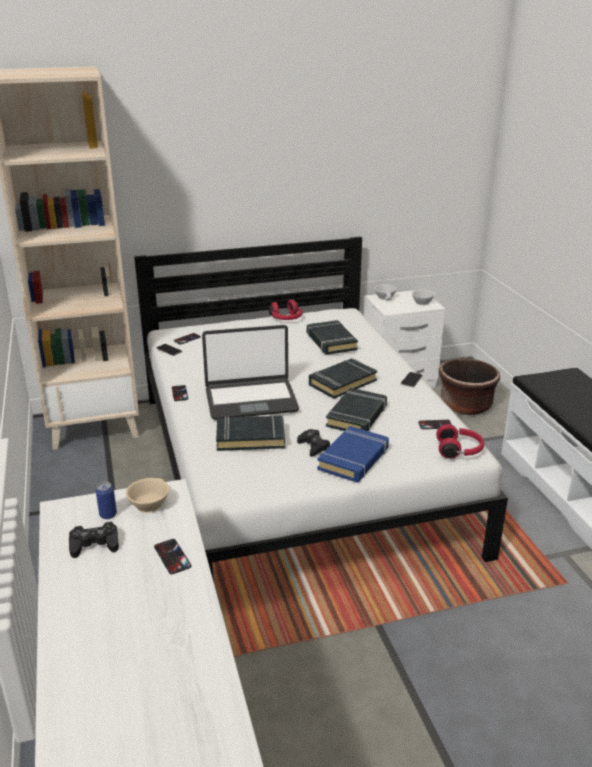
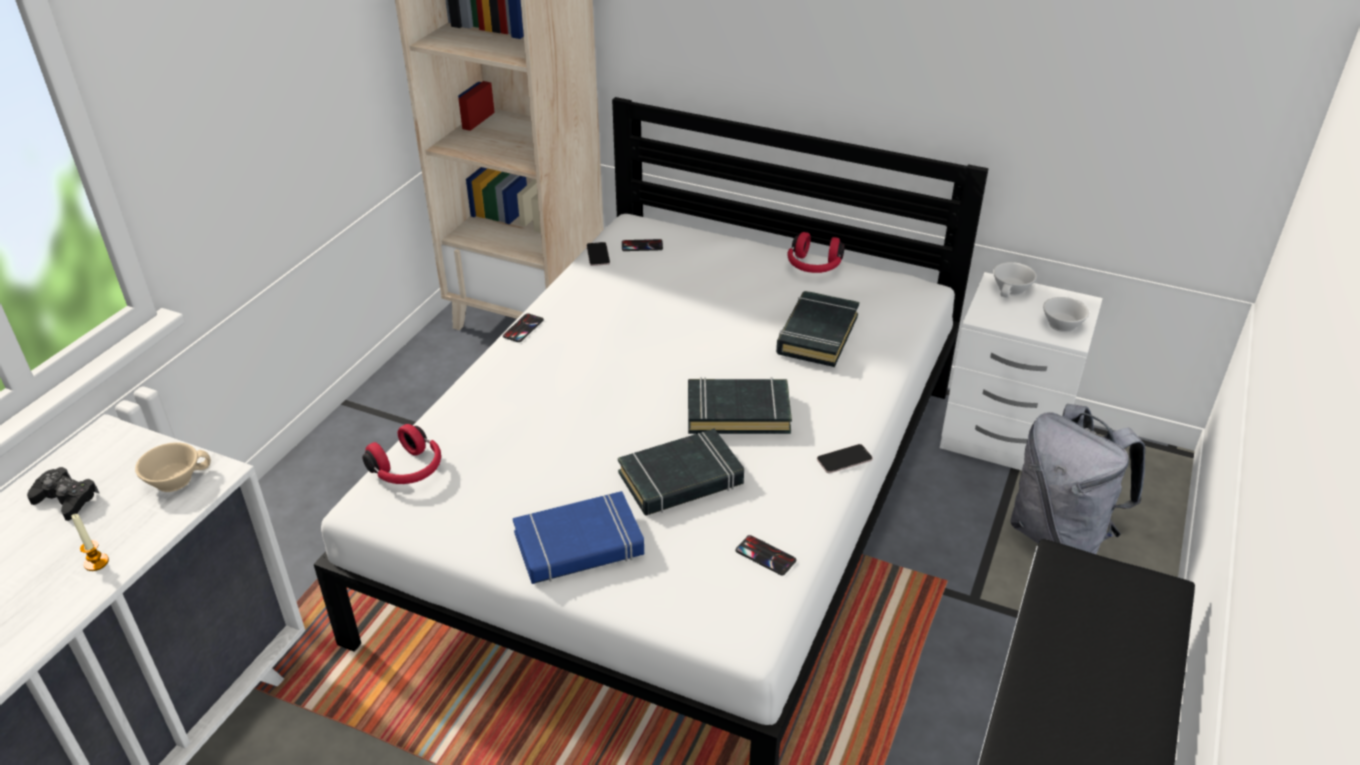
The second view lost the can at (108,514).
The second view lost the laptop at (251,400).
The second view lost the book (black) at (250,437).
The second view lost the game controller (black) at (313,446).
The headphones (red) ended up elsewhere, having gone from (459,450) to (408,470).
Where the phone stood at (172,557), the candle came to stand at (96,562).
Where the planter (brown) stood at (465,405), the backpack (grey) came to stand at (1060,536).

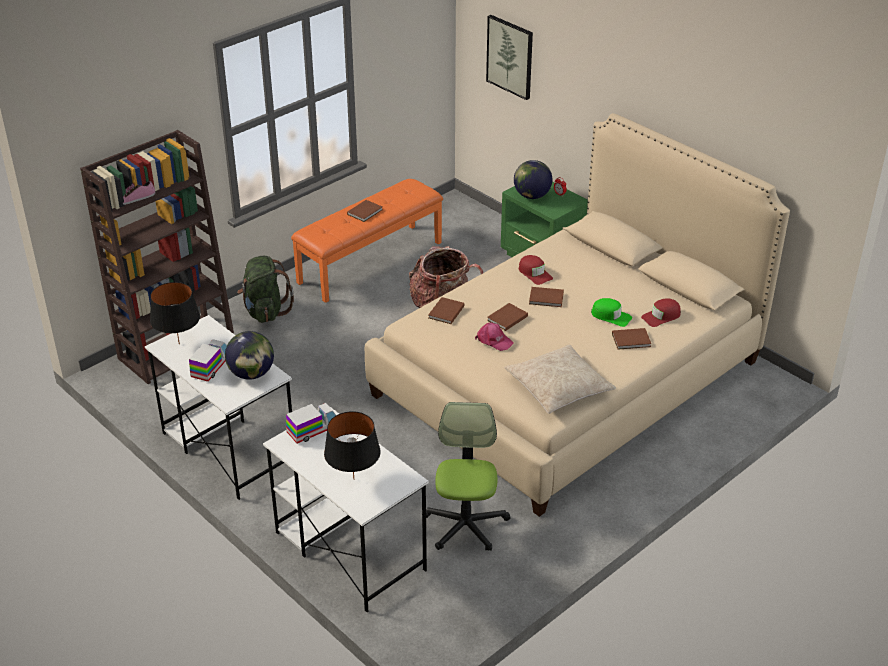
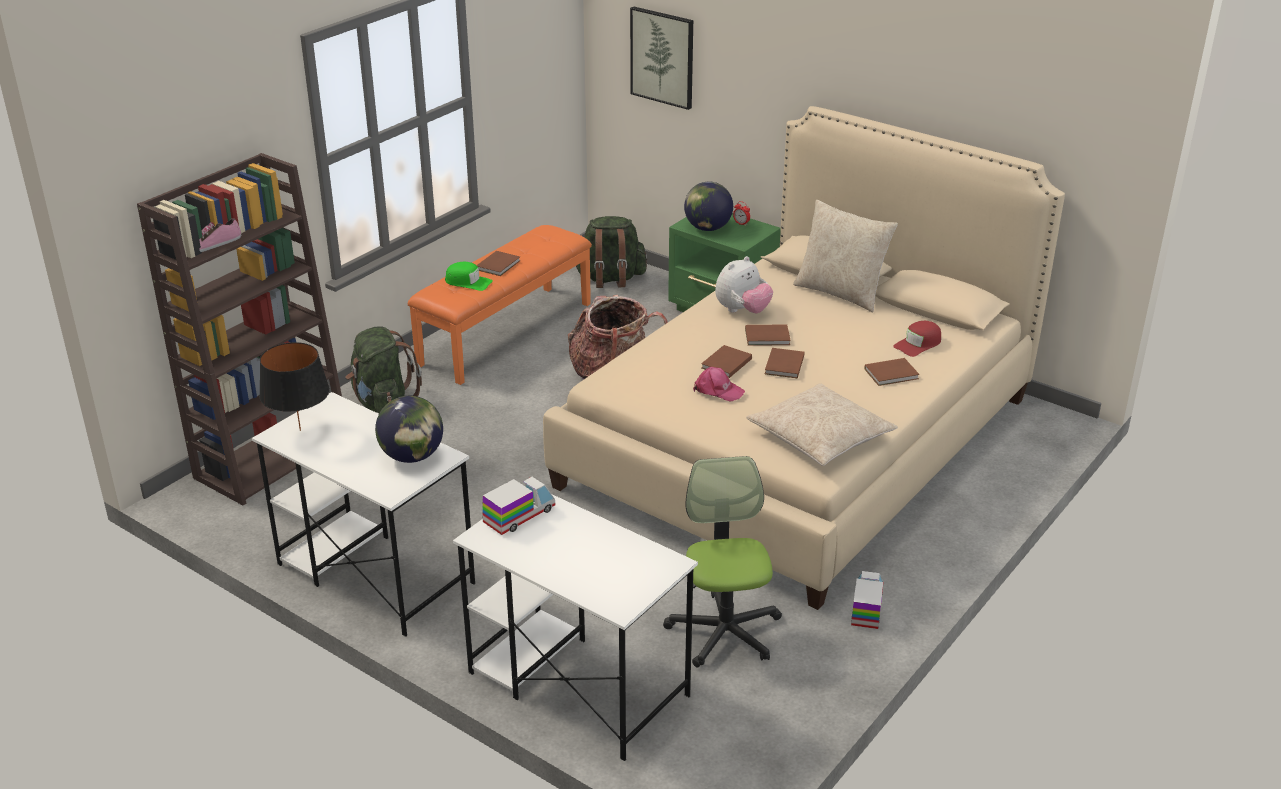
The second view lost the table lamp (black) at (354,479).
The second view gained the backpack (green) at (611,279).
The second view gained the pillow (beige) at (840,293).
The toy truck ended up elsewhere, having gone from (211,367) to (866,608).
The book (brown) ended up elsewhere, having gone from (445,312) to (783,365).
The cap (green) ended up elsewhere, having gone from (611,316) to (468,282).
Where the cap (red) stood at (534,273), the plush toy came to stand at (742,311).

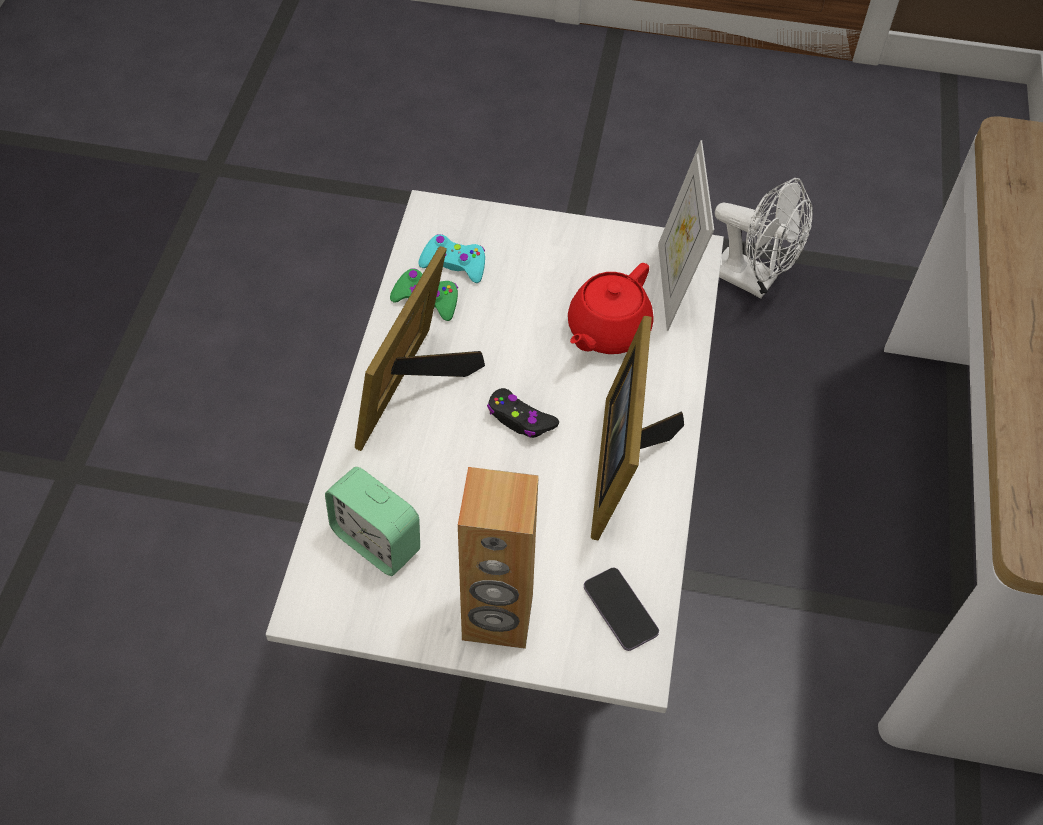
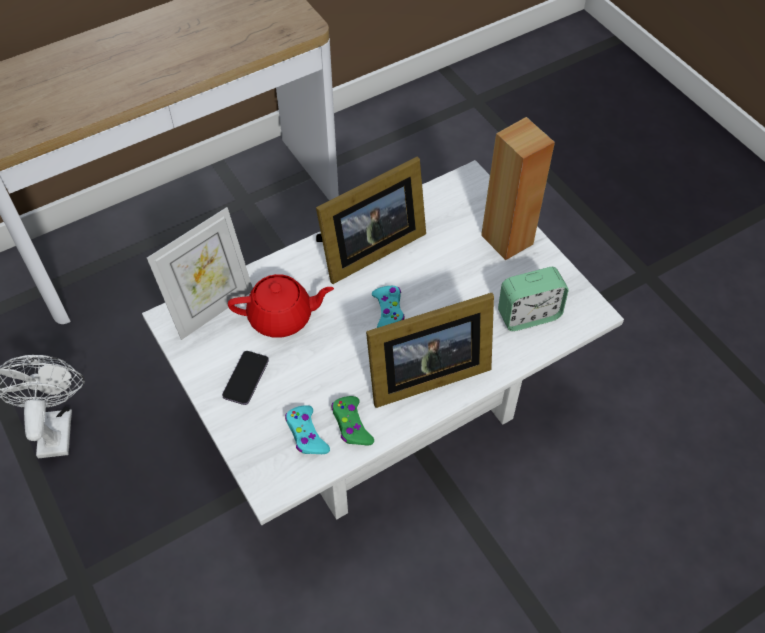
The phone ended up elsewhere, having gone from (620,610) to (246,378).
What was the game controller (black) at (520,419) turned into the game controller (turquoise) at (388,312).
The alarm clock at (376,541) ended up facing another way, 75 degrees clockwise from before.

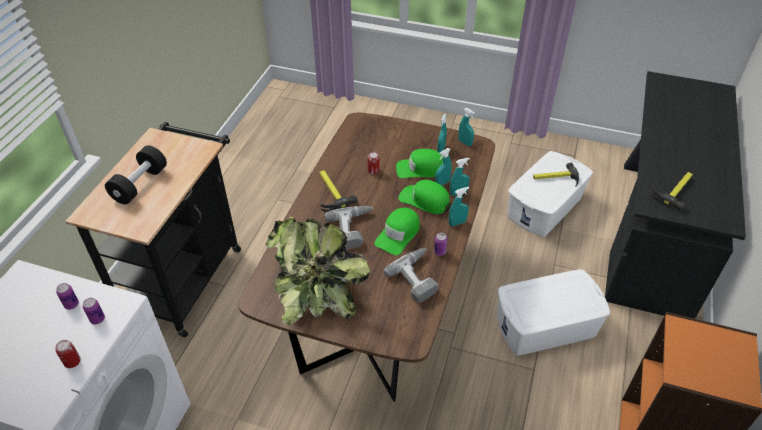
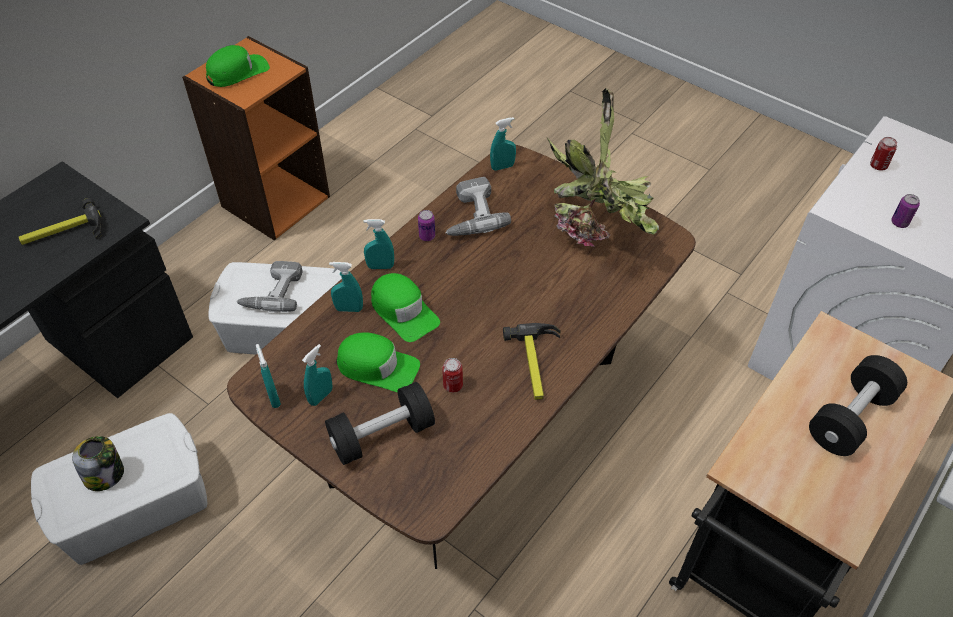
The second view lost the can at (97,319).
The second view gained the dumbbell (black) at (382,435).
The power drill ended up elsewhere, having gone from (353,230) to (272,292).
The cap (green) ended up elsewhere, having gone from (398,234) to (237,72).
The spray bottle (turquoise) ended up elsewhere, having gone from (442,183) to (502,167).
Where the hammer stood at (555,178), the jar came to stand at (105,474).

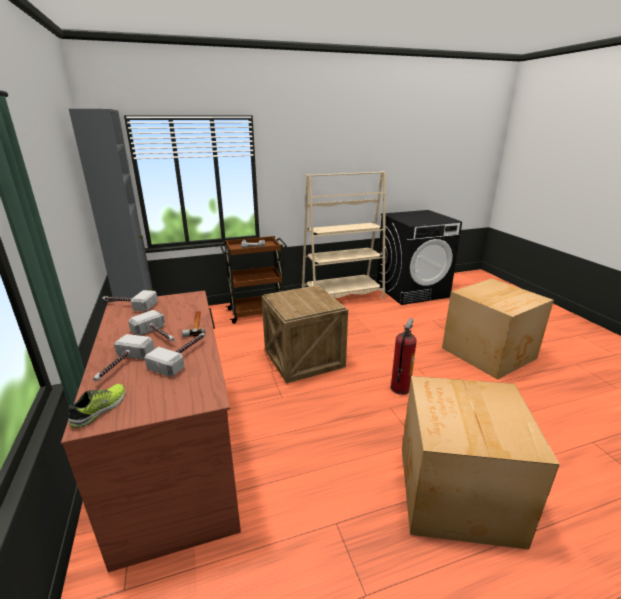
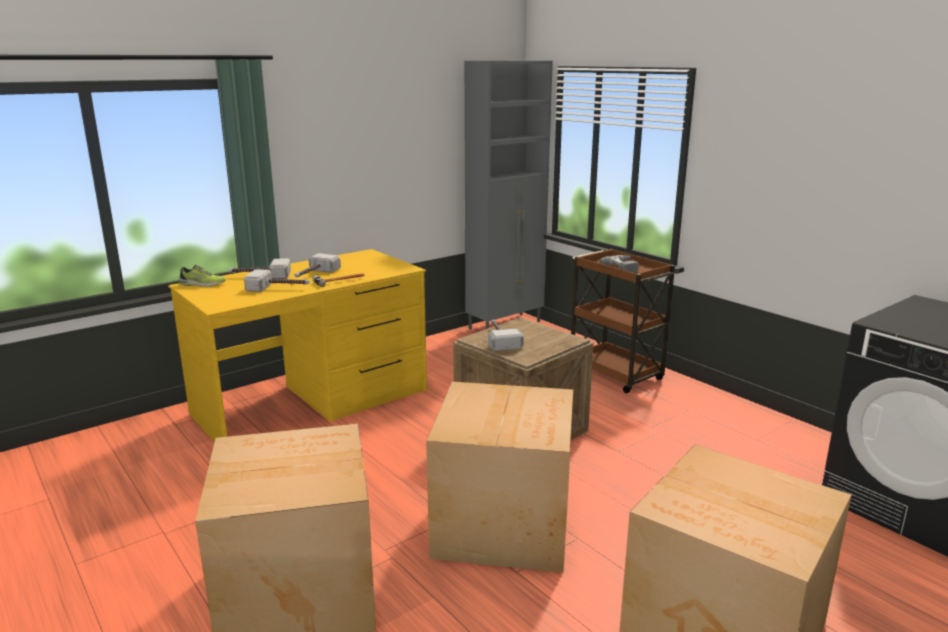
The second view lost the bookcase (beige) at (342,296).
The hammer ended up elsewhere, having gone from (129,305) to (500,339).
Where the fire extinguisher stood at (400,388), the cardboard box came to stand at (505,523).
What was the desk (brown) at (176,453) turned into the desk (yellow) at (313,402).

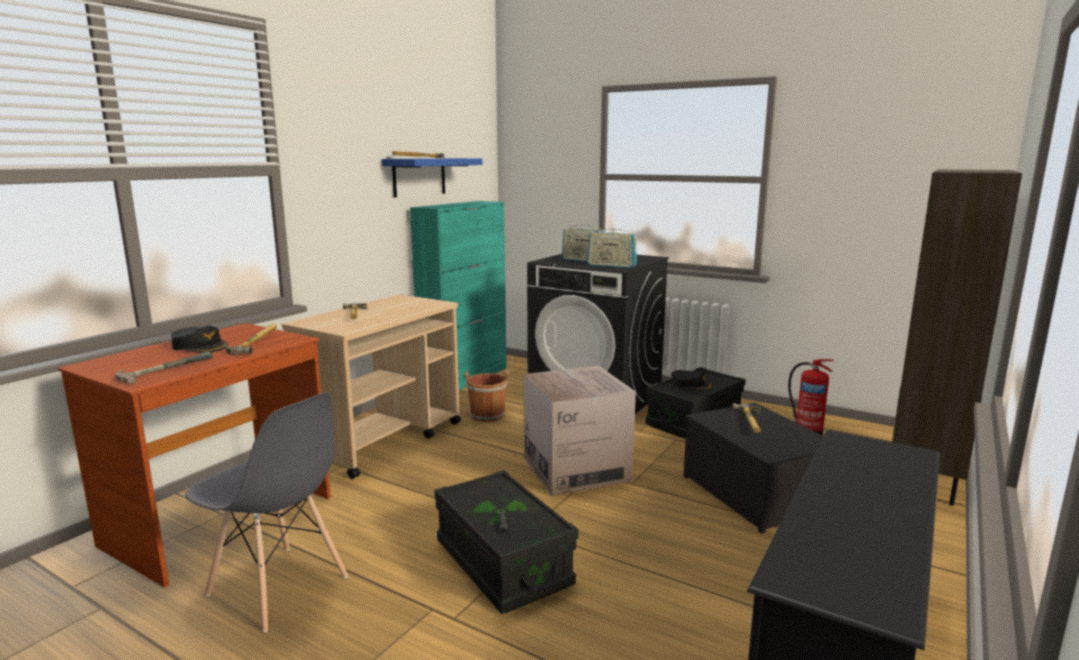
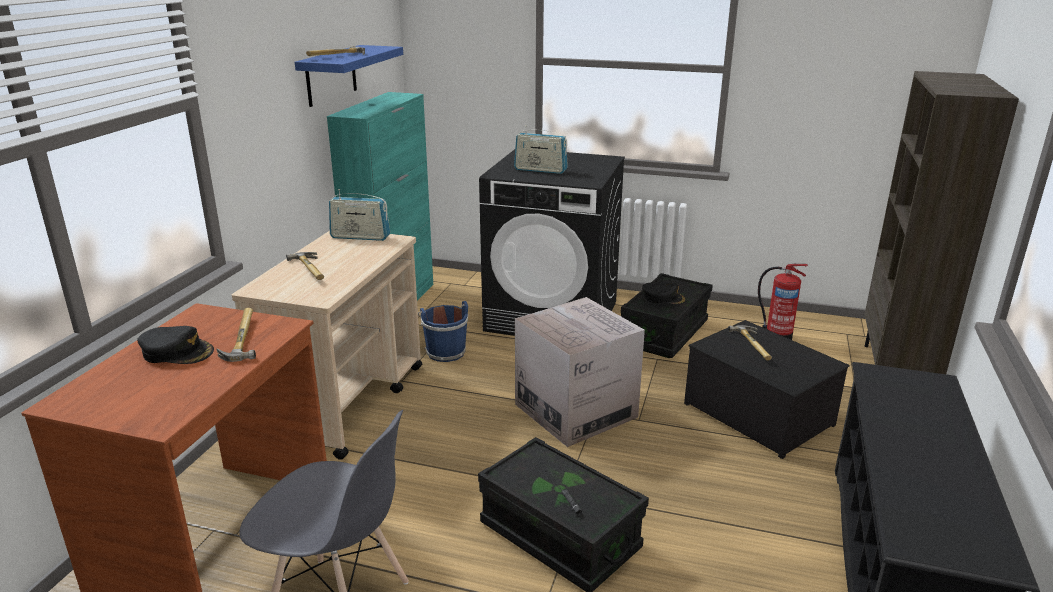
The second view lost the hammer at (164,369).
The radio ended up elsewhere, having gone from (611,266) to (360,237).
What was the bucket (brown) at (487,414) turned into the bucket (blue) at (445,352).

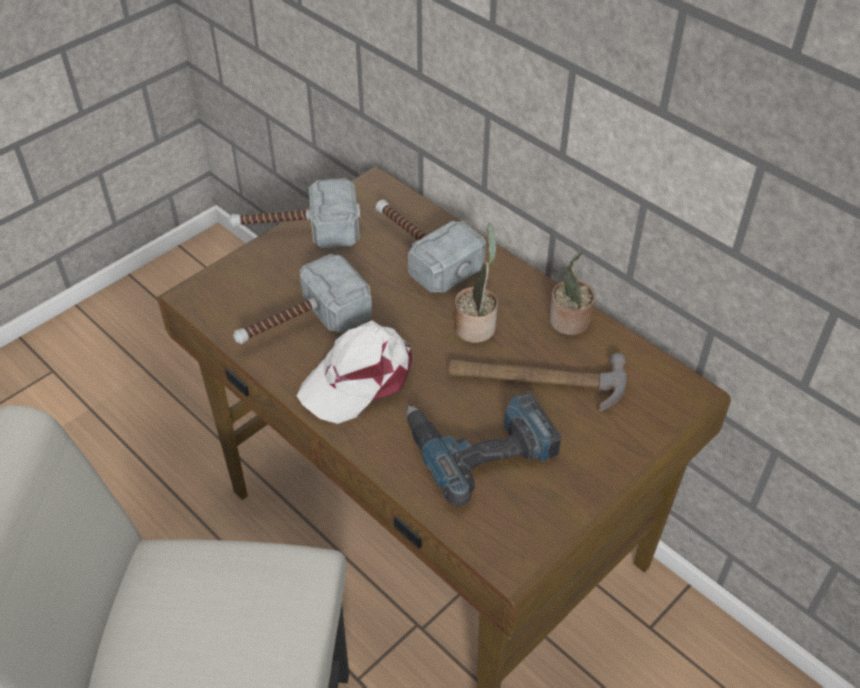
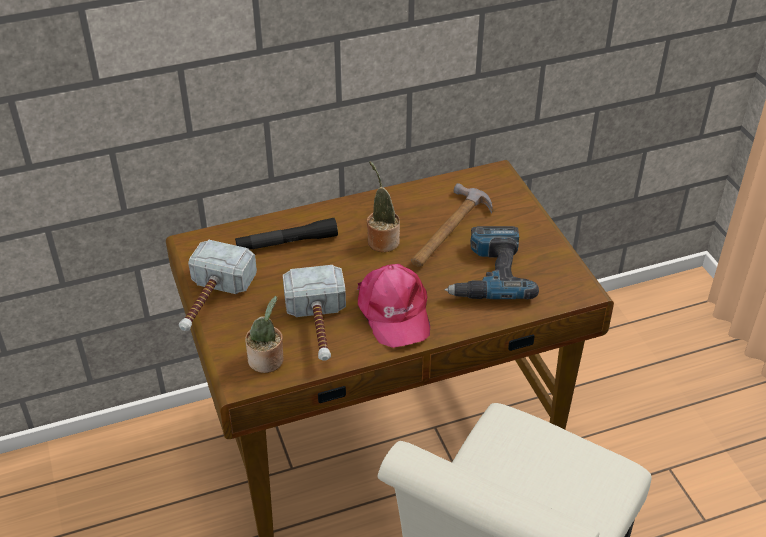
The potted plant ended up elsewhere, having gone from (569,322) to (267,361).
Where the hammer stood at (420,251), the flashlight (black) came to stand at (287,242).
What was the cap (white) at (360,378) turned into the cap (pink) at (393,311).

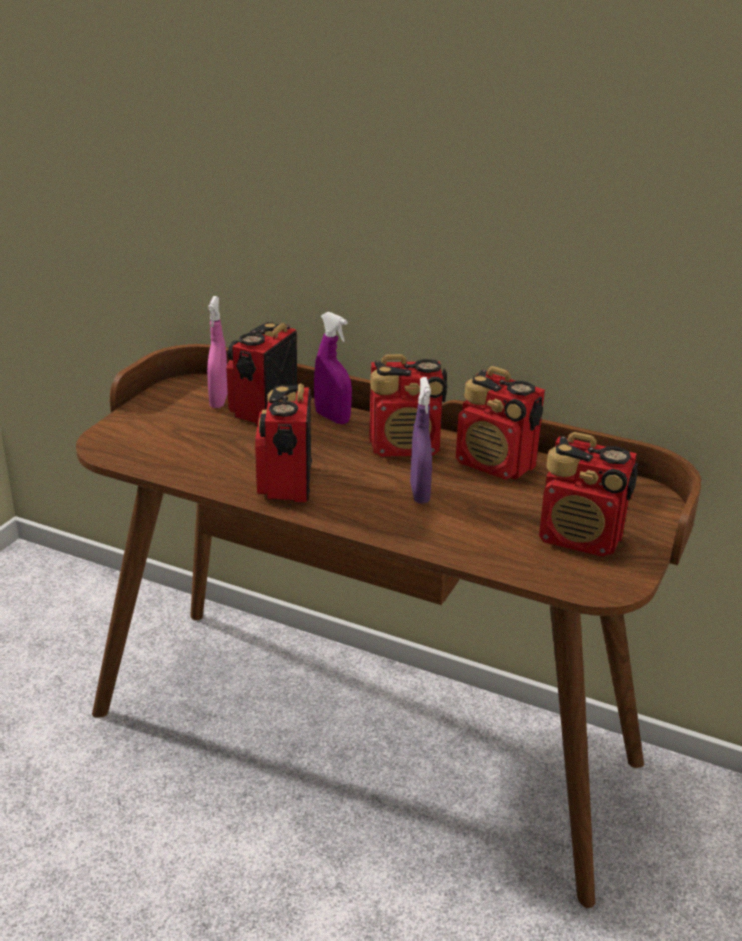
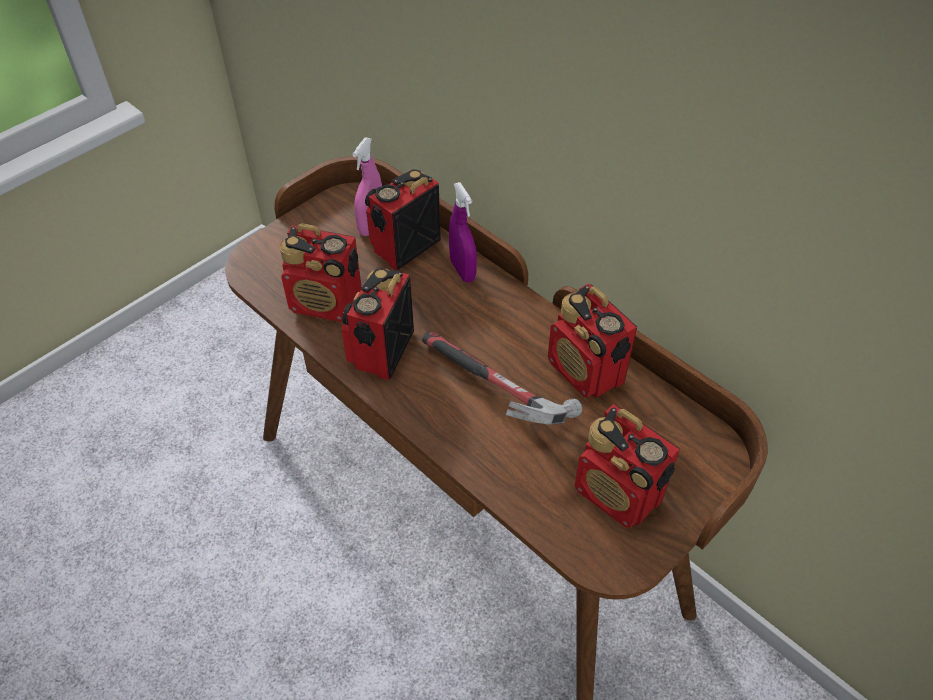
The radio ended up elsewhere, having gone from (406,447) to (327,303).
Where the spray bottle (purple) stood at (419,493), the hammer came to stand at (495,393).

